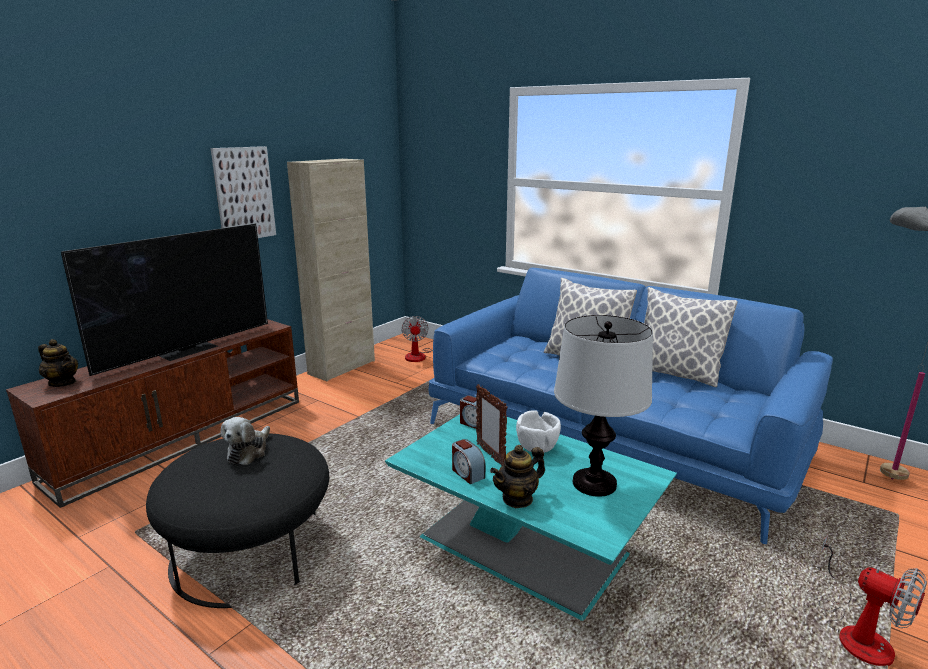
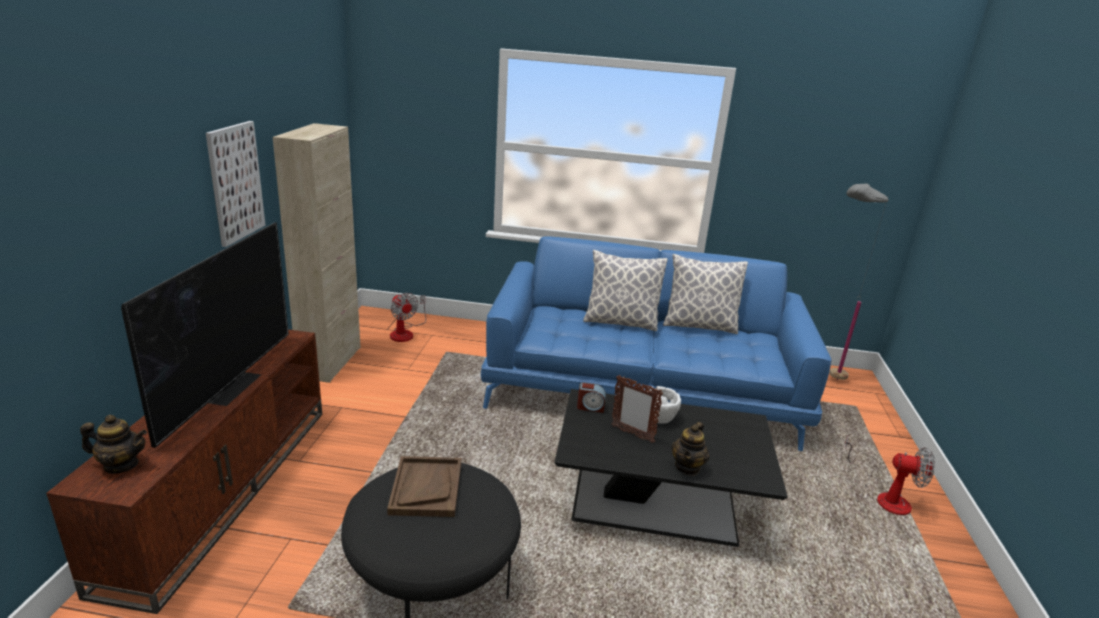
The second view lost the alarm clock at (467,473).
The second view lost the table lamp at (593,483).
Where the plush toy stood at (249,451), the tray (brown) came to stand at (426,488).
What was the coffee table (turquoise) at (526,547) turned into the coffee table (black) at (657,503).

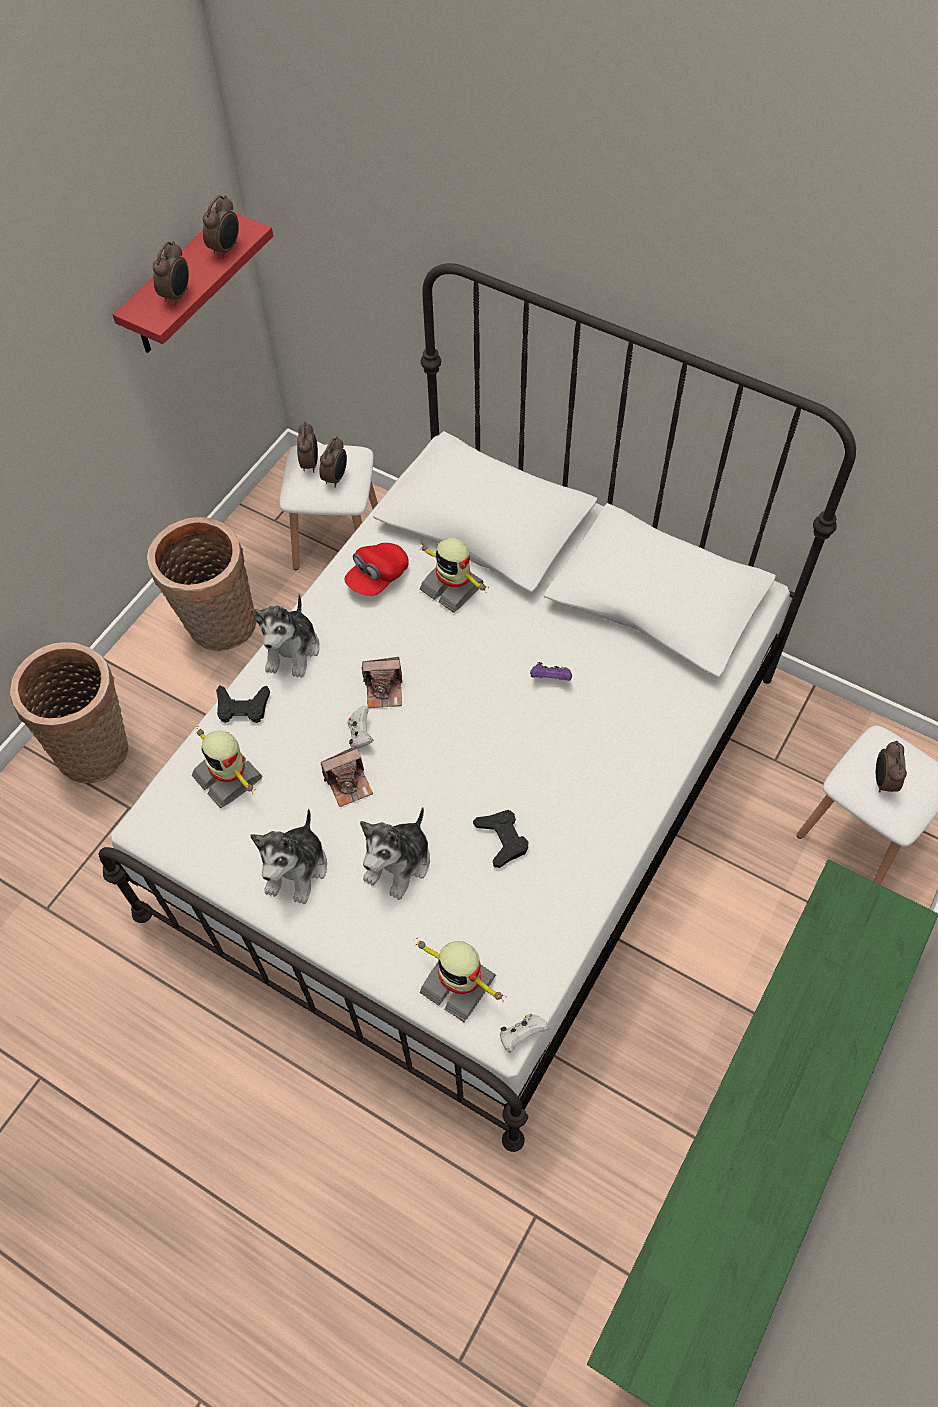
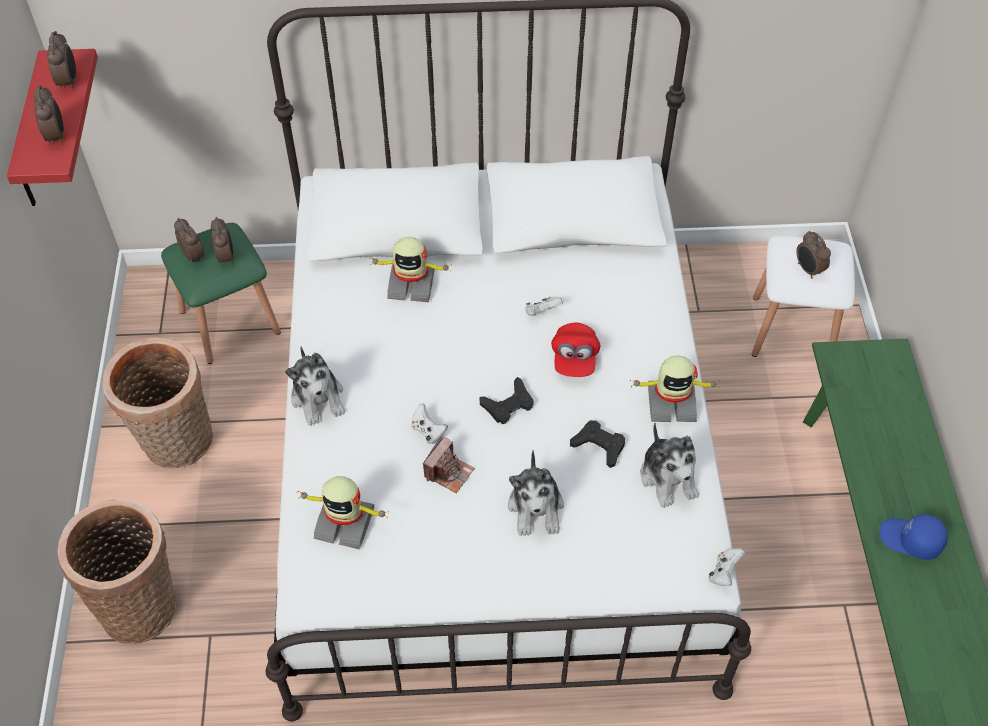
The second view lost the photo camera at (384,690).
The second view gained the cap (blue) at (910,540).
The game controller (black) ended up elsewhere, having gone from (242,707) to (508,405).
The plush toy ended up elsewhere, having gone from (297,869) to (668,477).
The cap (red) ended up elsewhere, having gone from (377,577) to (574,358).
The toy robot ended up elsewhere, having gone from (459,983) to (671,402).
What was the stool (white) at (337,540) turned into the stool (green) at (229,322).
What was the game controller (purple) at (550,679) turned into the game controller (white) at (541,312).

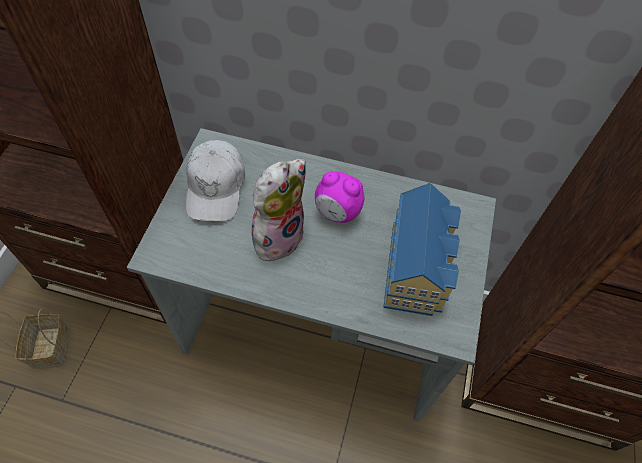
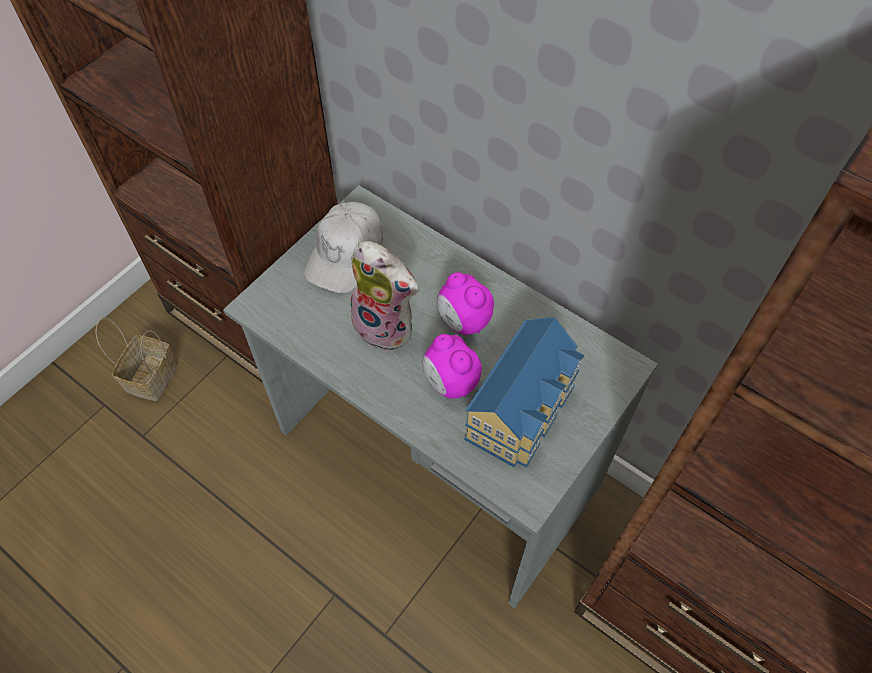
The second view gained the alarm clock at (450,383).
The plush toy at (277,235) ended up facing another way, 60 degrees clockwise from before.

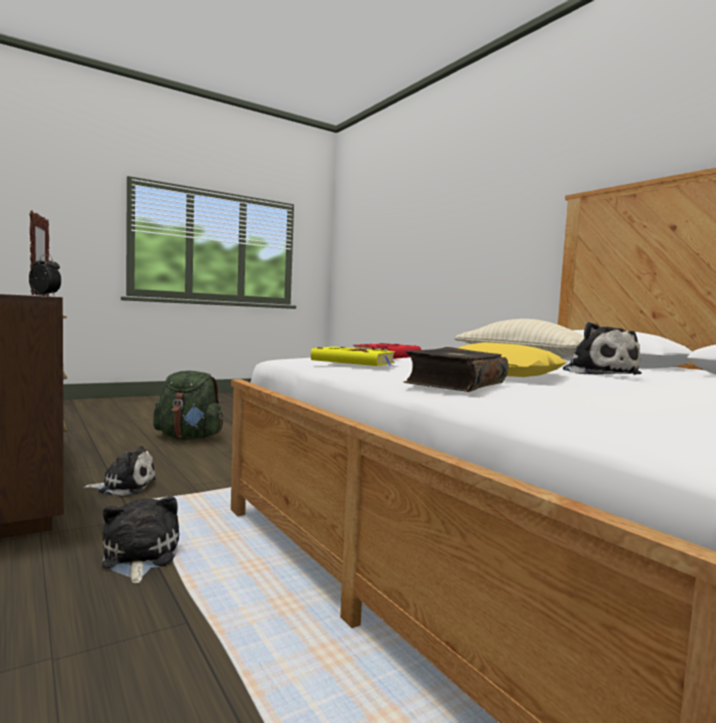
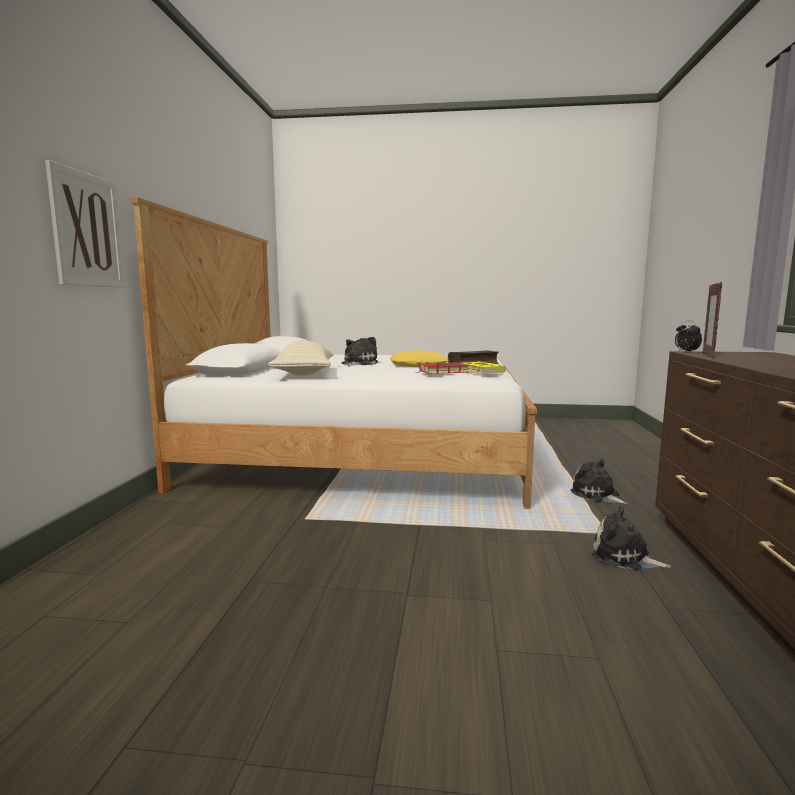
The second view lost the backpack (green) at (189,438).
The second view gained the picture at (87,230).
The plush toy at (139,557) ended up facing another way, 120 degrees clockwise from before.

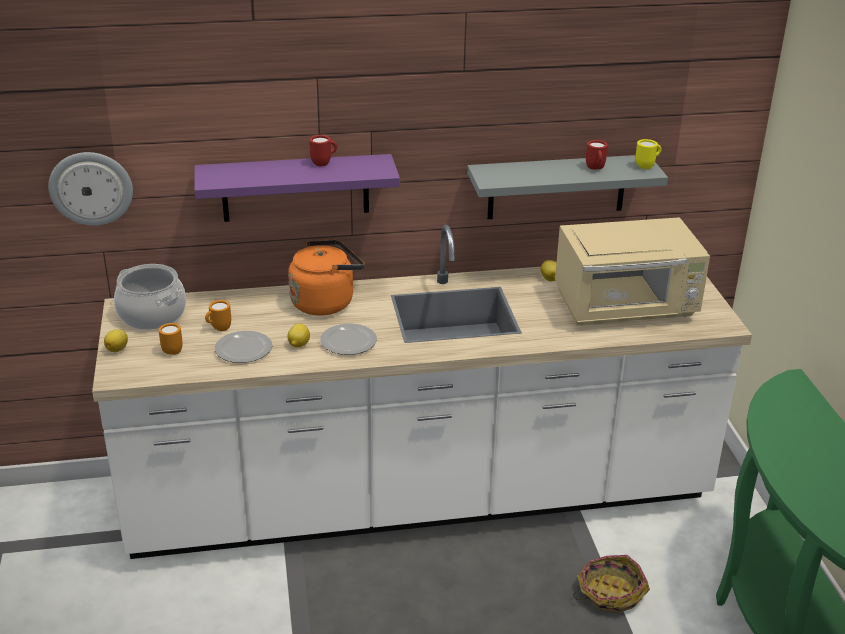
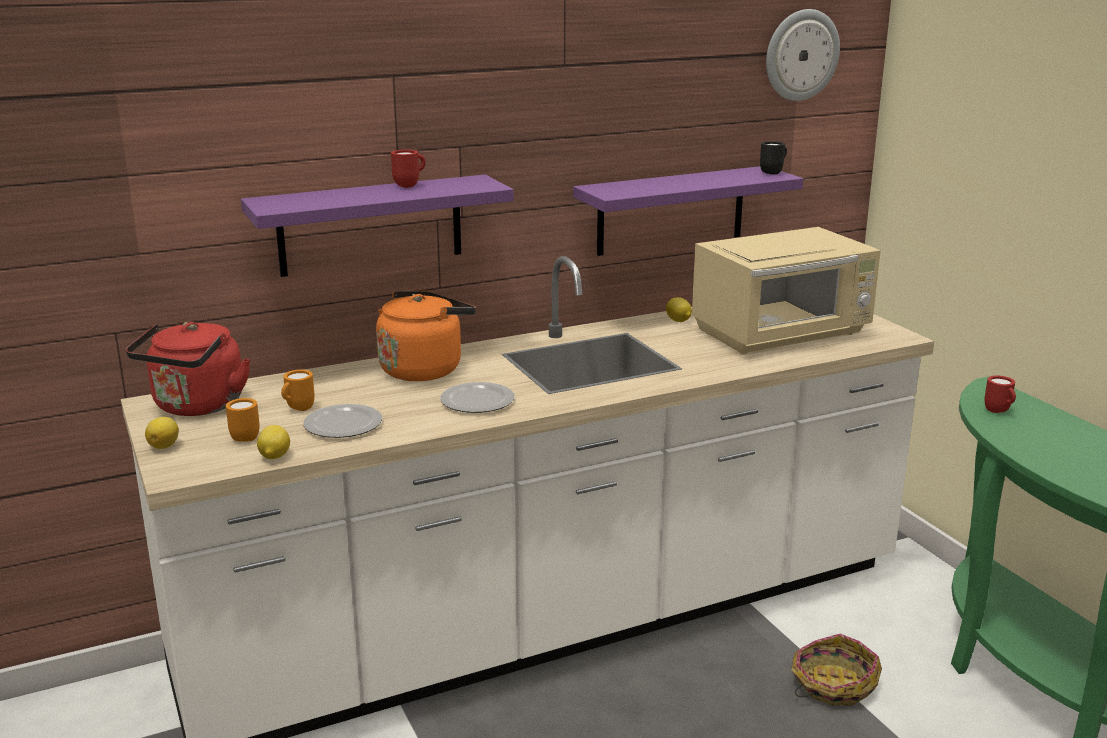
The wall clock ended up elsewhere, having gone from (91,188) to (801,55).
The lemon ended up elsewhere, having gone from (298,345) to (274,457).
The mug (red) ended up elsewhere, having gone from (595,169) to (999,412).
Where the cooking pot stood at (151,315), the kettle (red) came to stand at (196,407).
What was the shelf (grey) at (557,187) turned into the shelf (purple) at (671,210).
What was the mug (yellow) at (647,166) turned into the mug (black) at (773,173).

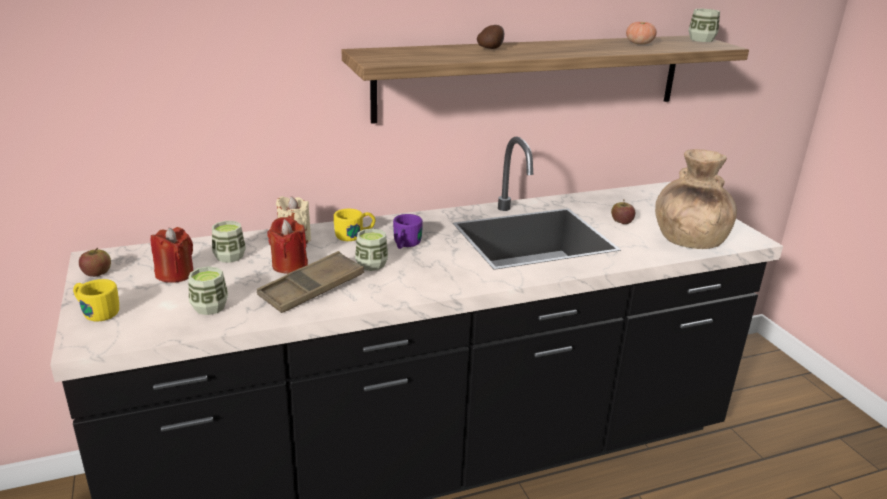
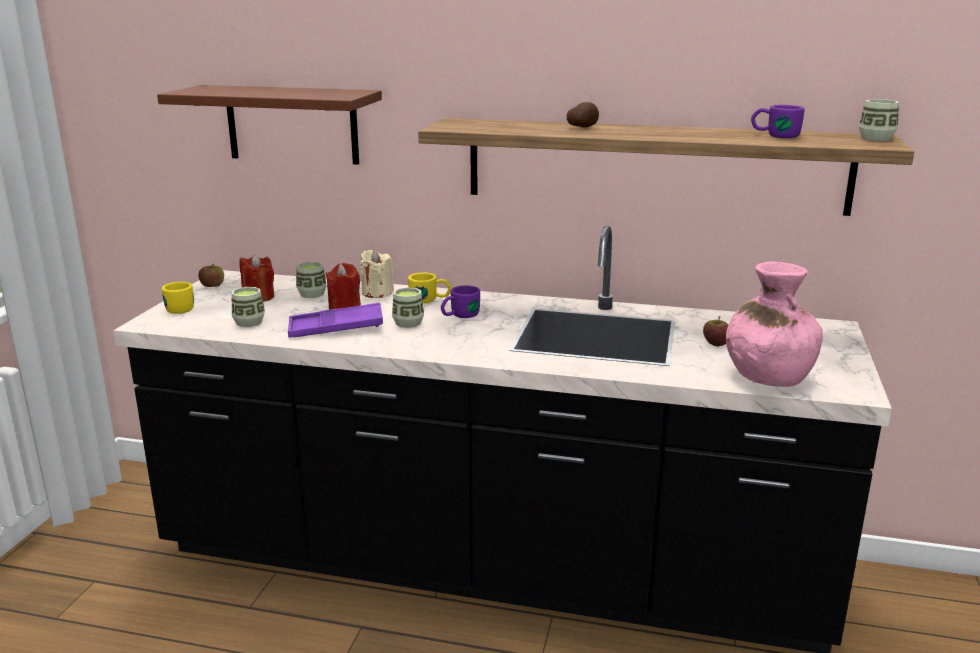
The second view gained the shelf (brown) at (292,124).
Where the tomato stood at (639,43), the mug (purple) came to stand at (774,135).
What was the tray (brown) at (312,288) turned into the tray (purple) at (336,328).
What was the vase (brown) at (688,240) turned into the vase (pink) at (767,375).

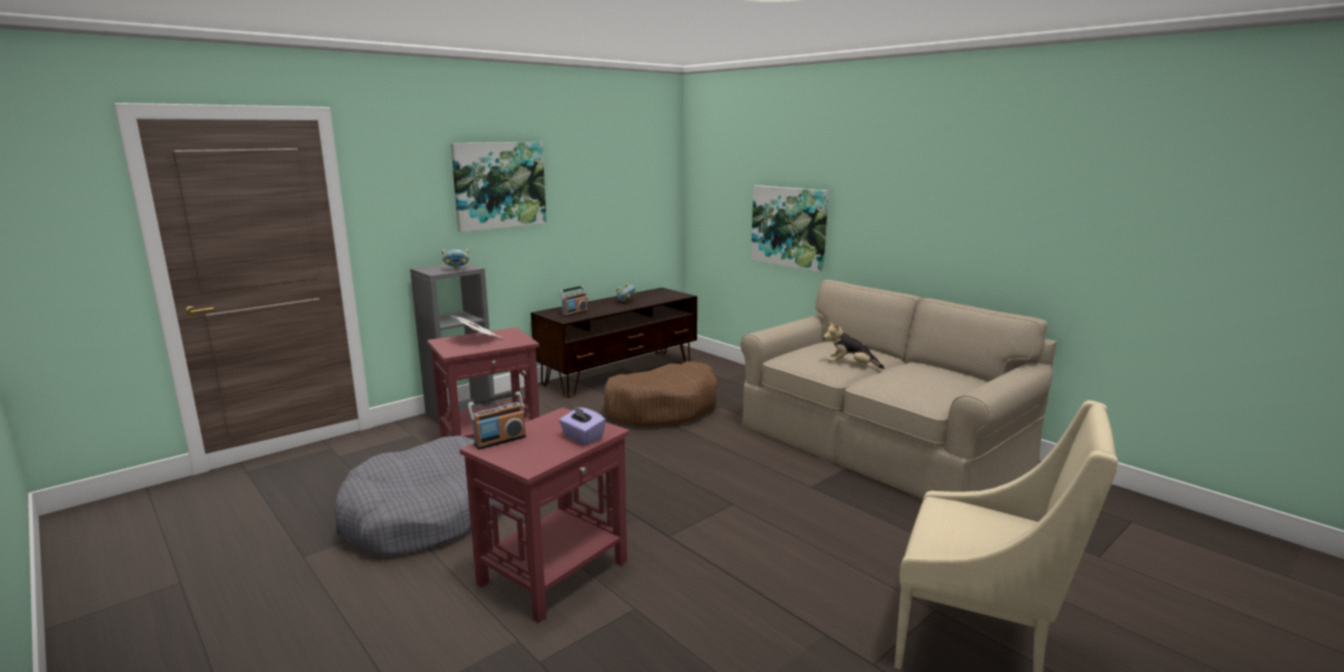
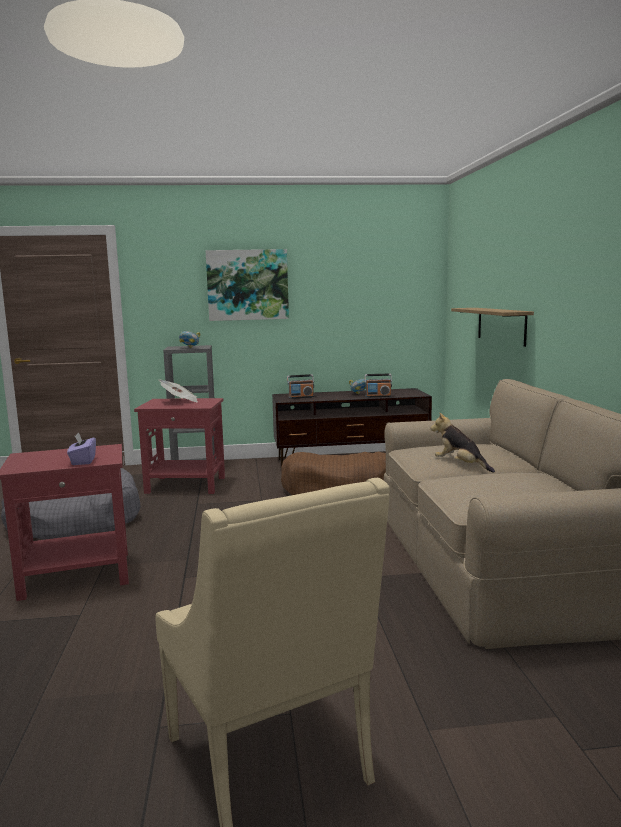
The radio ended up elsewhere, having gone from (500,440) to (378,396).
Where the picture hung at (789,227), the shelf came to hang at (501,325).

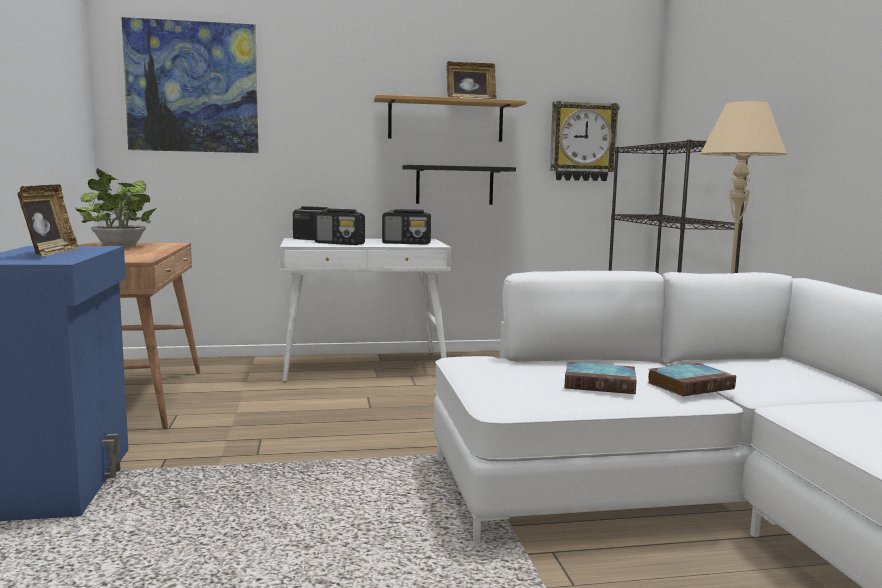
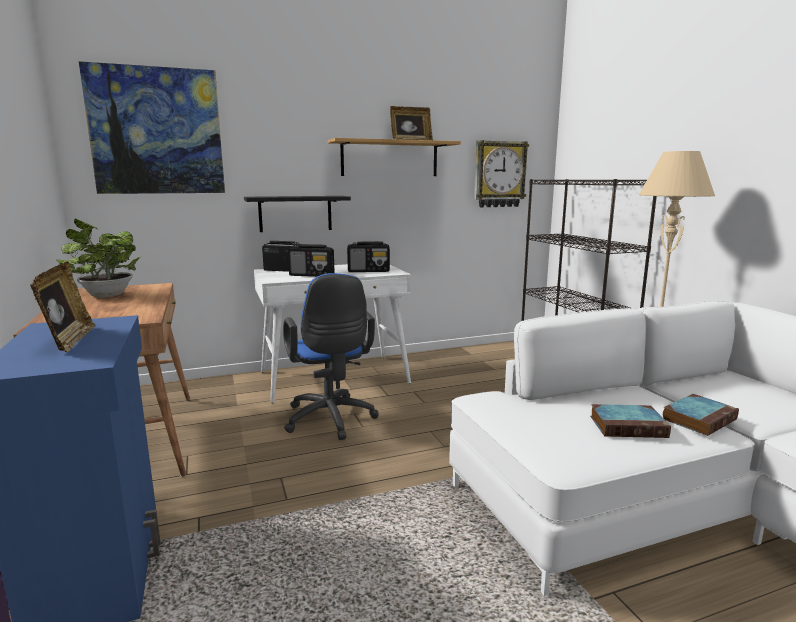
The second view gained the office chair (blue) at (331,420).
The shelf (black) ended up elsewhere, having gone from (454,185) to (295,213).

